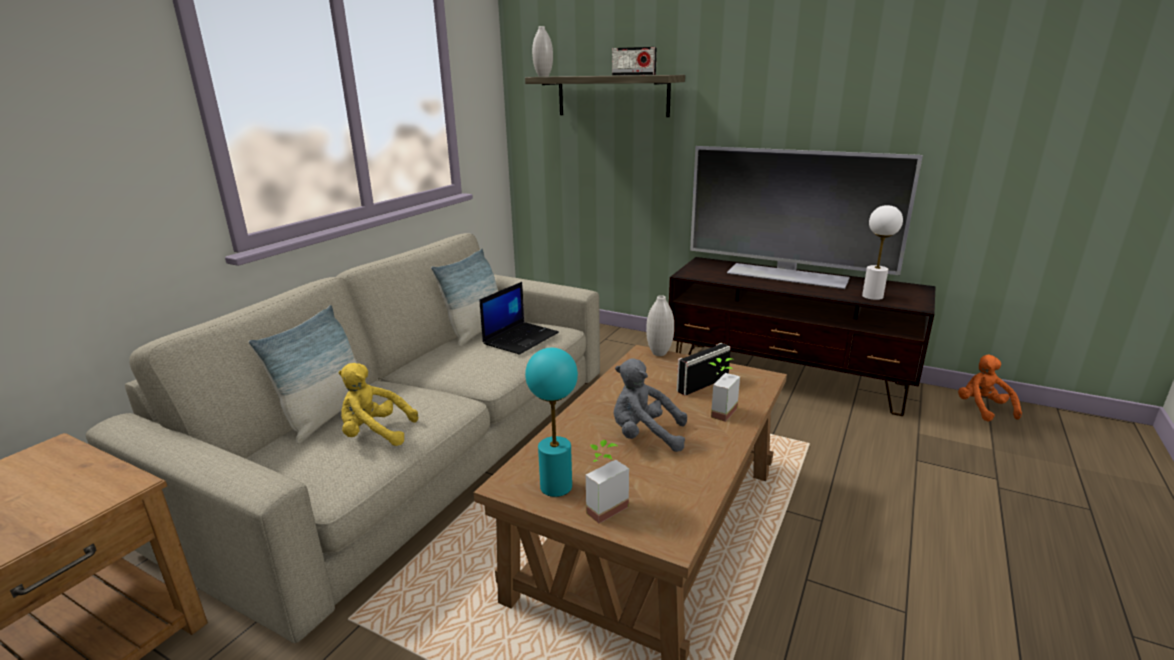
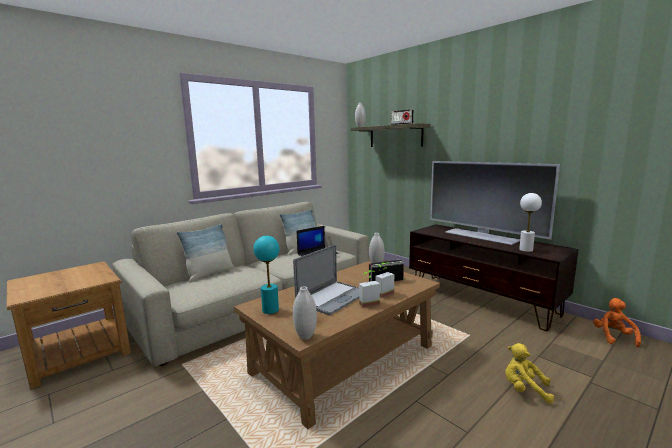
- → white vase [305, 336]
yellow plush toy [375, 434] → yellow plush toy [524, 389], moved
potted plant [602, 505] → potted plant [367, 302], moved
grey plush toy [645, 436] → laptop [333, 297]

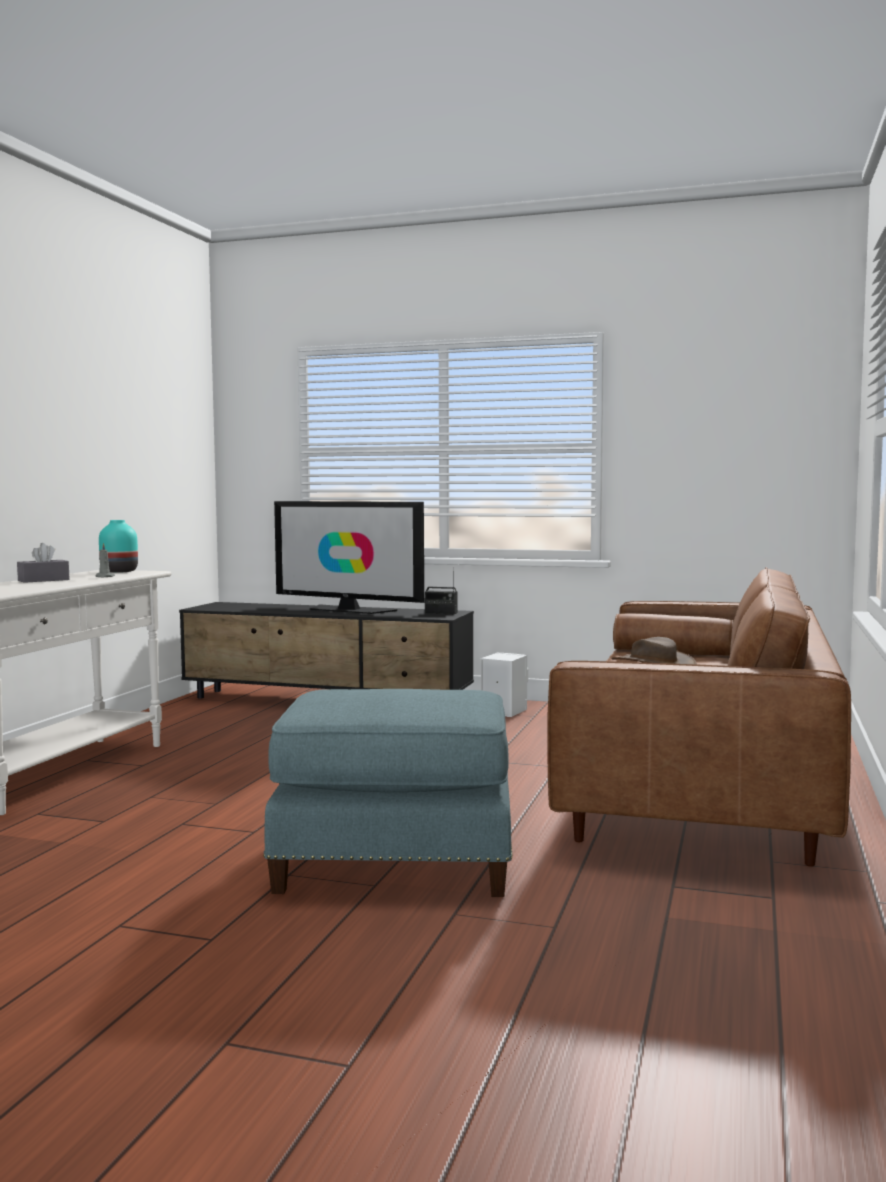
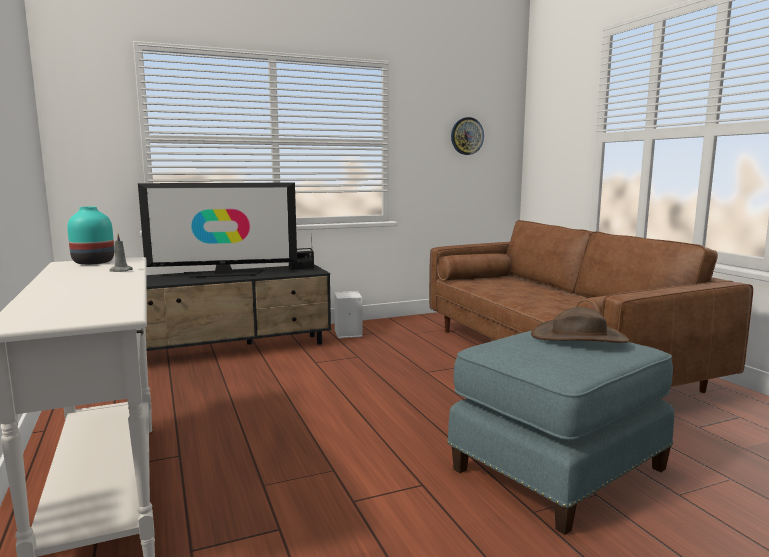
grey tissue box [43, 580] → -
- → wall clock [467, 136]
brown hat [653, 664] → brown hat [579, 337], moved

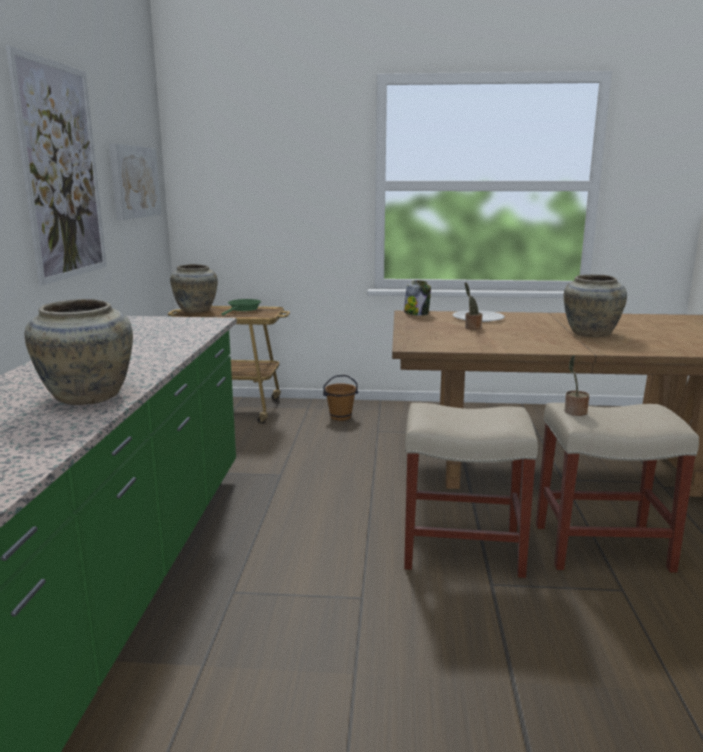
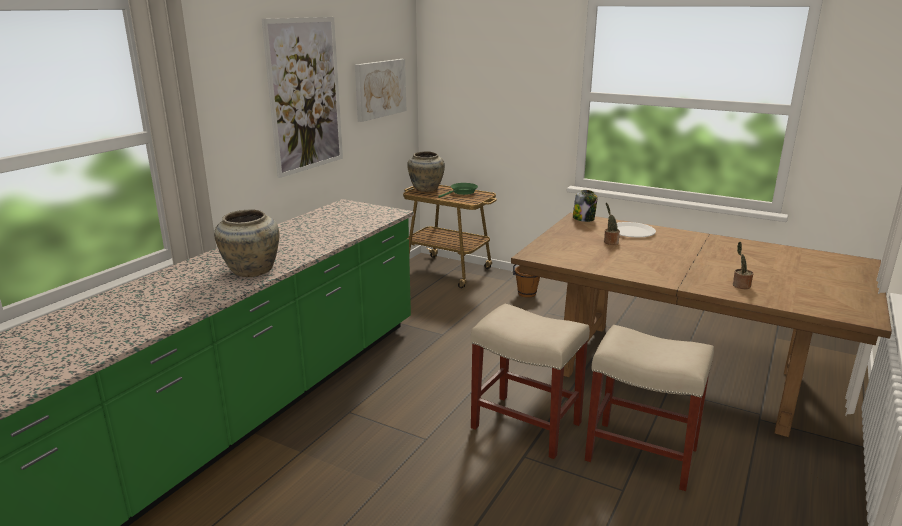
beige vase [589, 333] → -
potted plant [574, 412] → potted plant [740, 285], moved

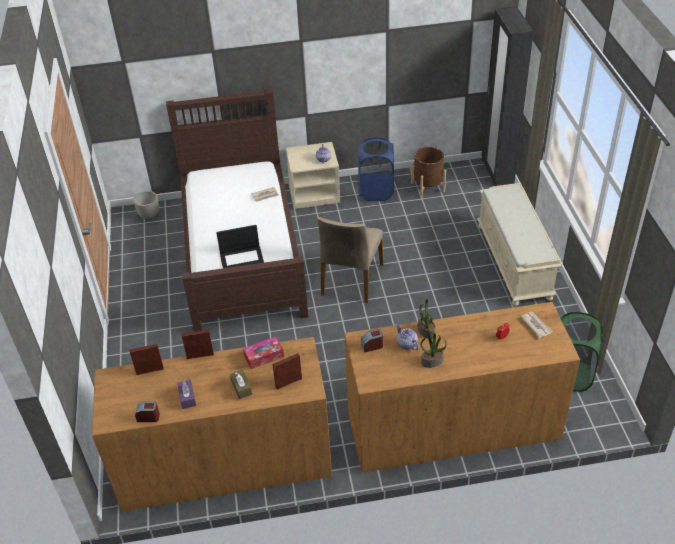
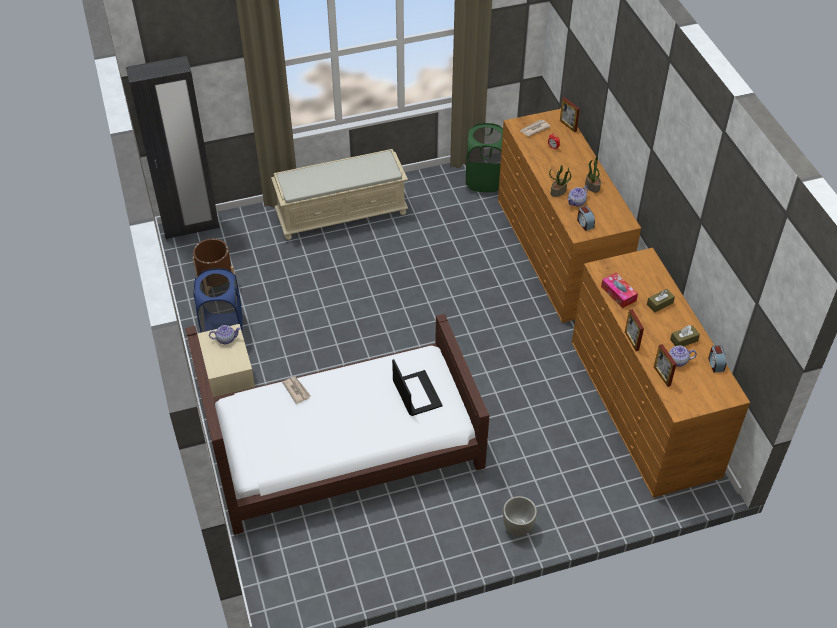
beige chair [351, 279] → -
- → teapot [677, 361]
grey planter [149, 215] → grey planter [518, 526], moved
picture frame [288, 383] → picture frame [568, 126], moved
purple tissue box [187, 397] → brown tissue box [684, 340]

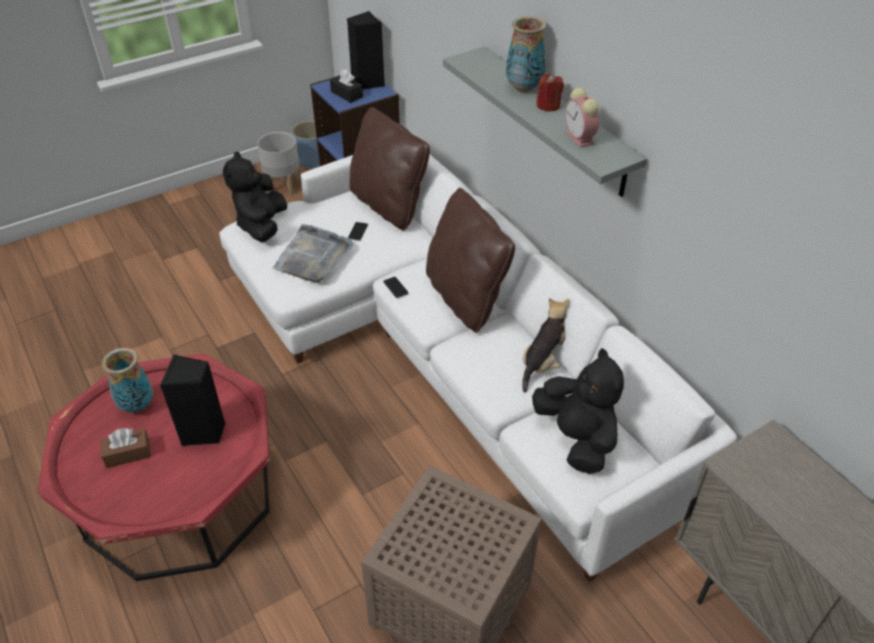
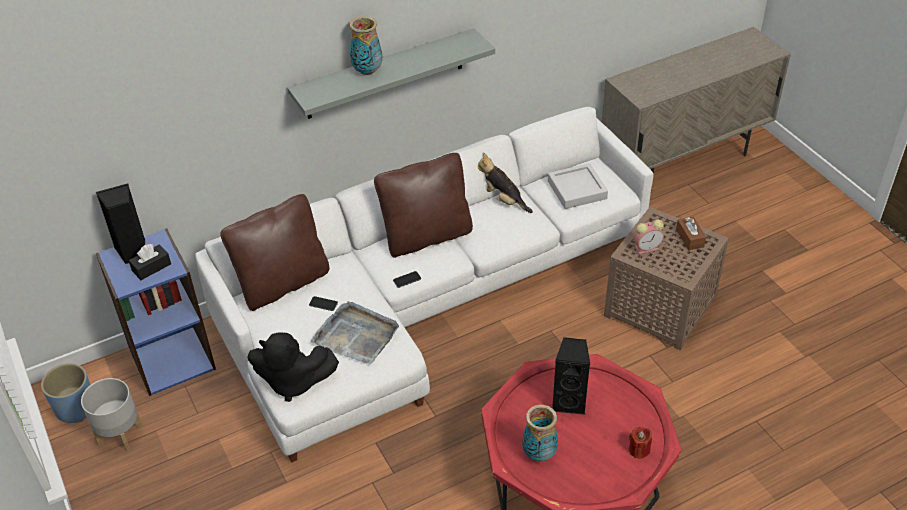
brown tissue box [128, 454] → brown tissue box [690, 238], moved
red candle [548, 106] → red candle [639, 450], moved
alarm clock [580, 138] → alarm clock [647, 248], moved
black plush toy [576, 438] → grey tray [577, 190]

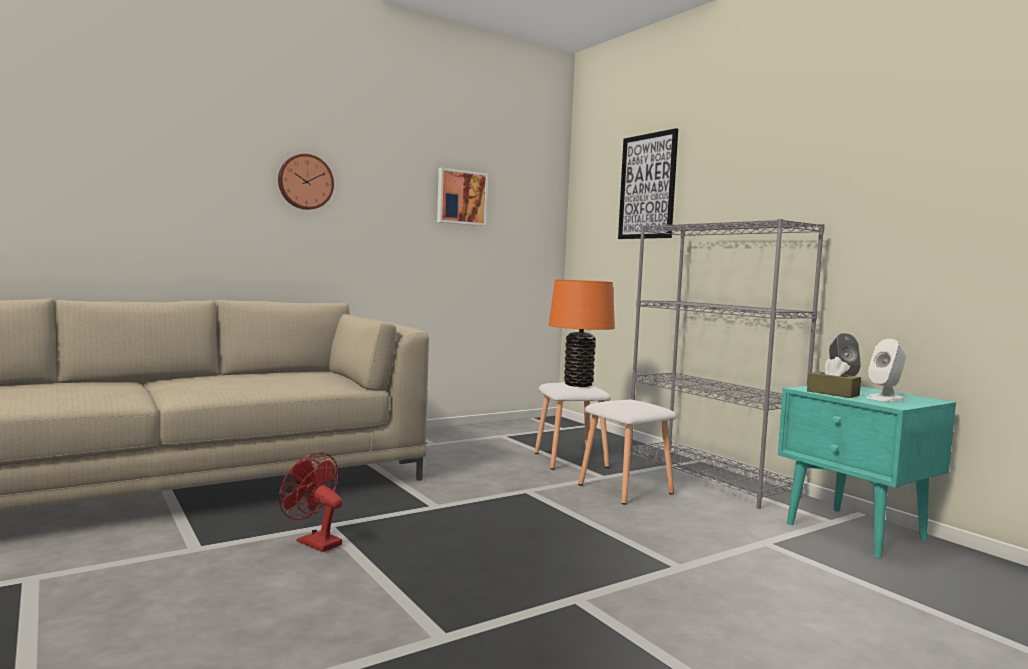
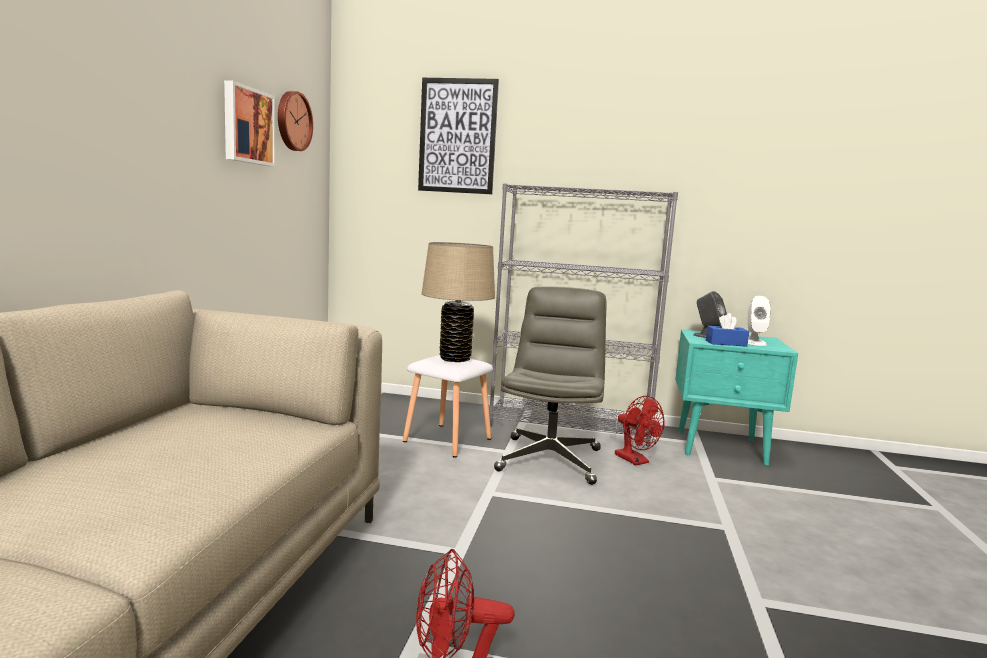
- → red fan [635, 461]
wall clock [305, 182] → wall clock [292, 121], moved
white stool [627, 489] → grey office chair [549, 459]
orange table lamp [578, 384] → beige table lamp [455, 359]
brown tissue box [832, 393] → blue tissue box [726, 343]

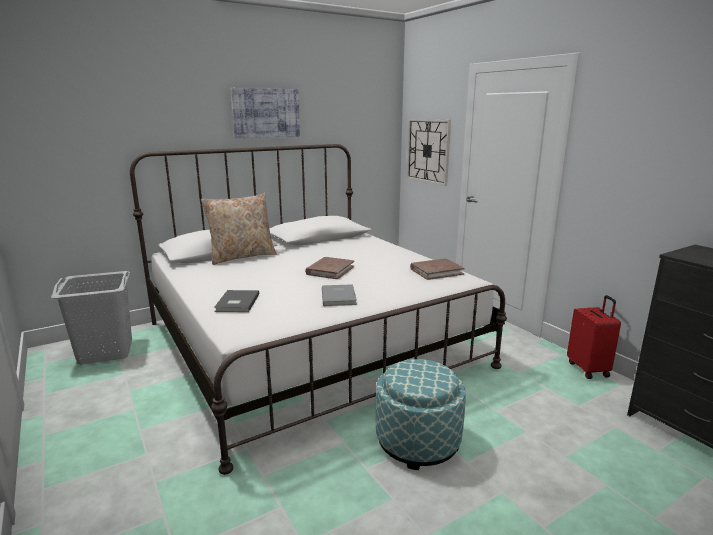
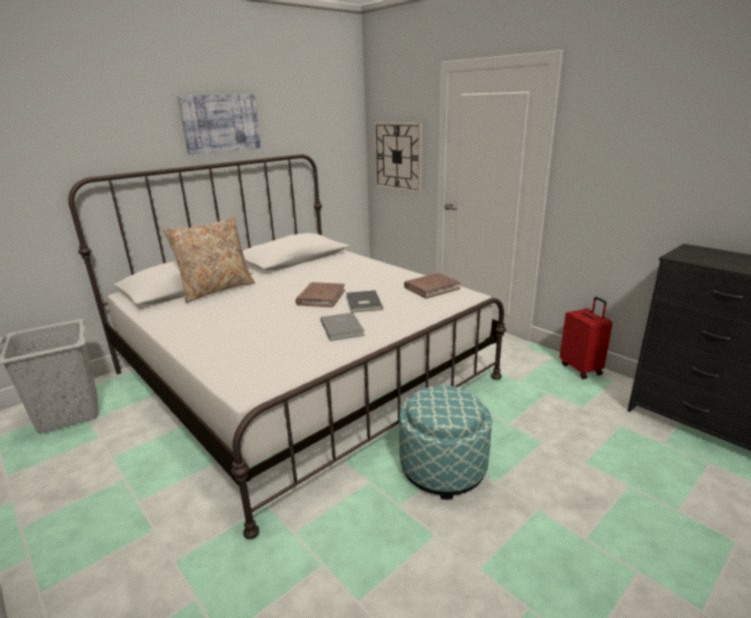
grey book [236, 303] → grey book [362, 303], moved

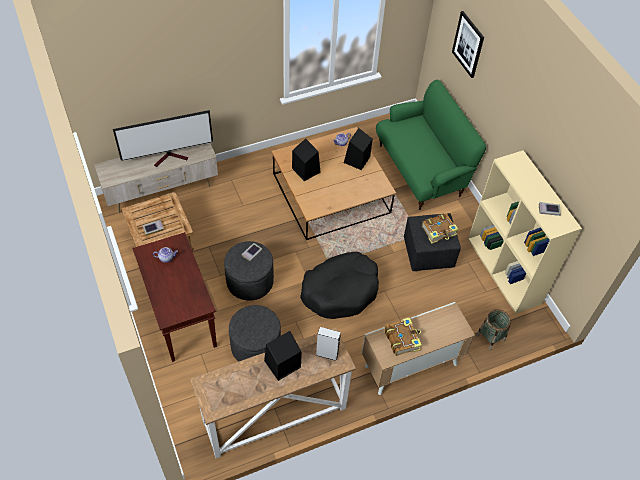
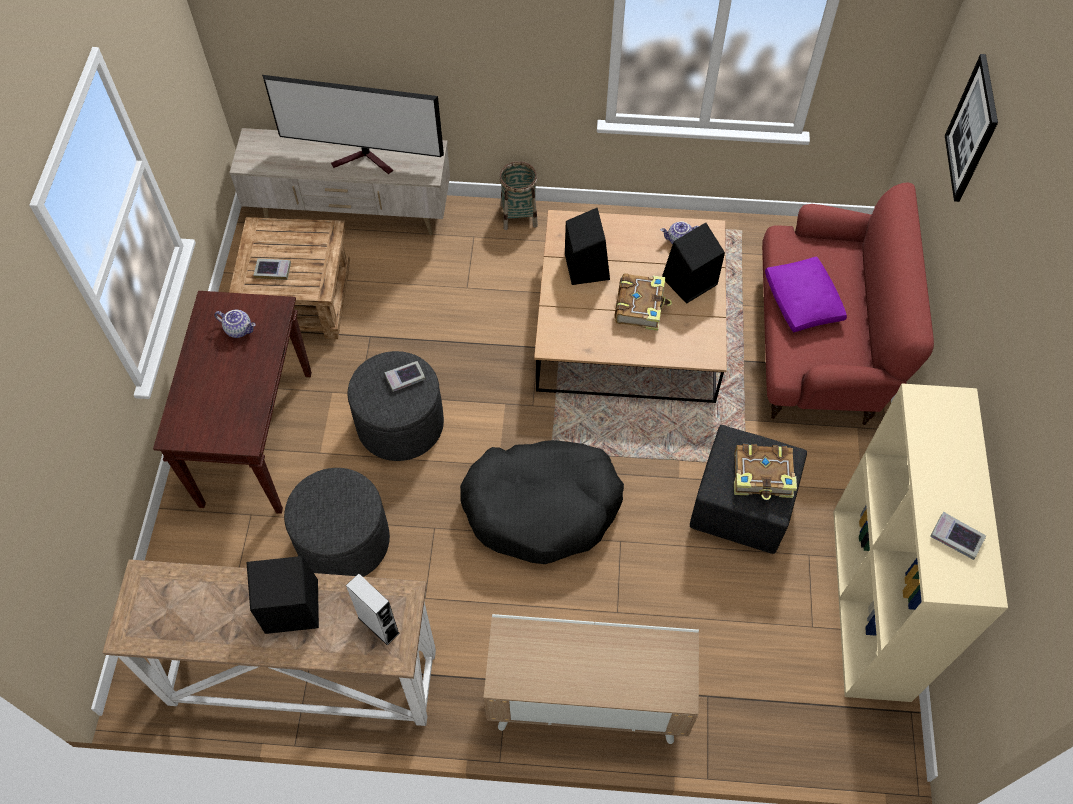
- → purple pillow [803, 302]
book [402, 339] → book [640, 306], moved
basket [490, 337] → basket [519, 215], moved
green sofa [421, 170] → red sofa [819, 345]

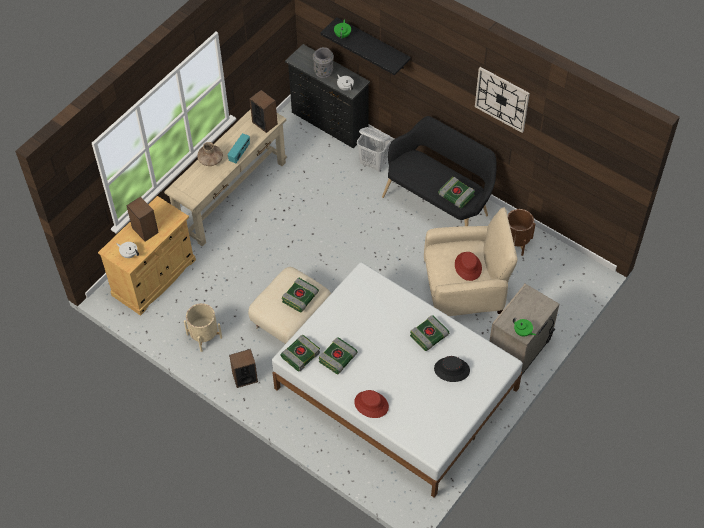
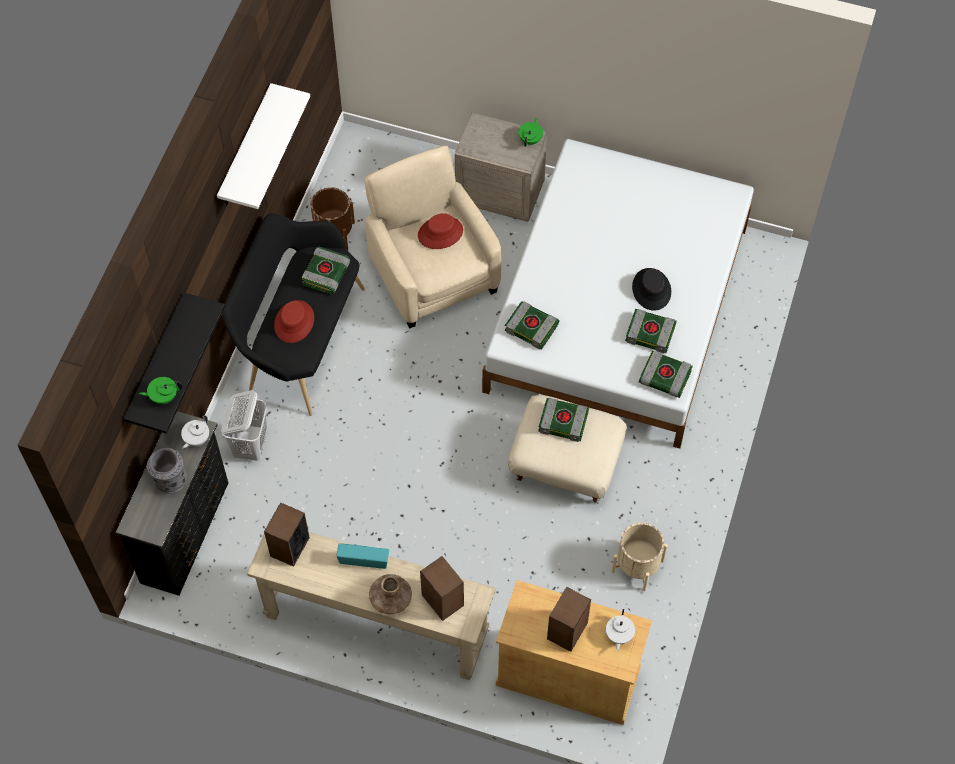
speaker [245, 377] → speaker [442, 600], moved
red hat [371, 404] → red hat [294, 322], moved
book [429, 336] → book [532, 328], moved
black hat [451, 370] → black hat [651, 289], moved
wall clock [502, 99] → white shelf [246, 148]

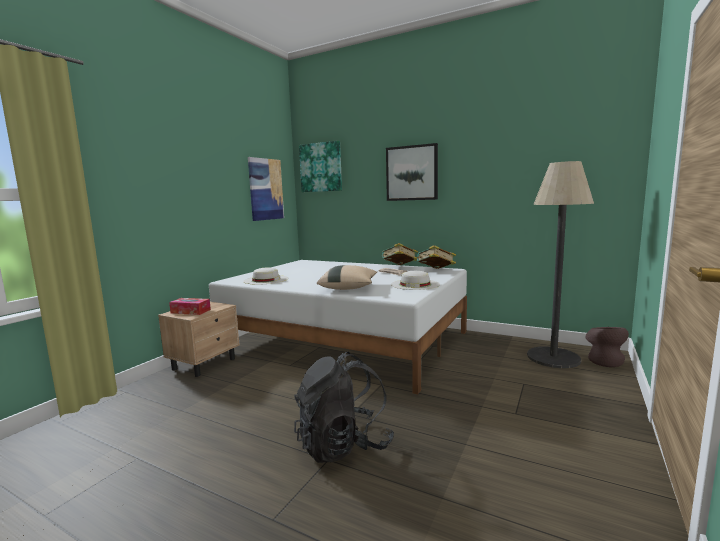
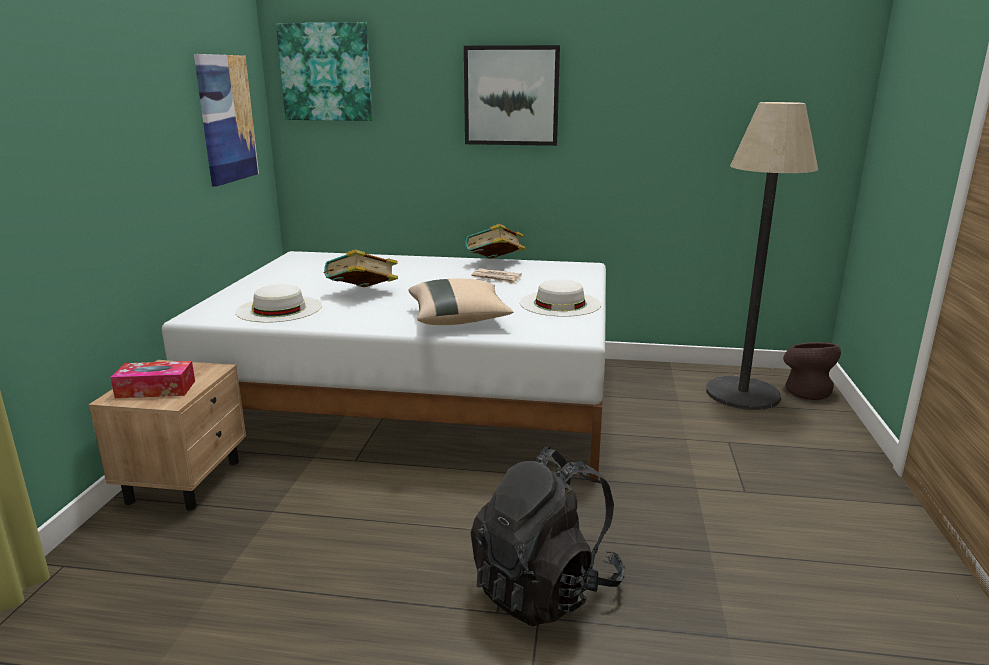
book [435, 271] → book [362, 294], moved

